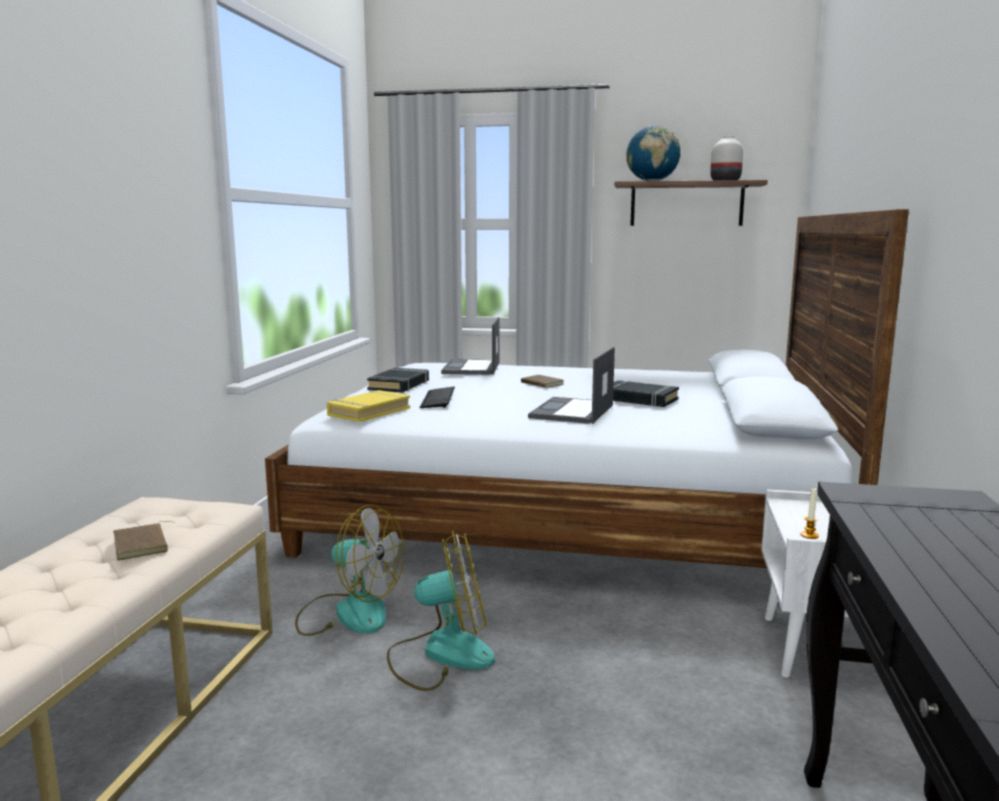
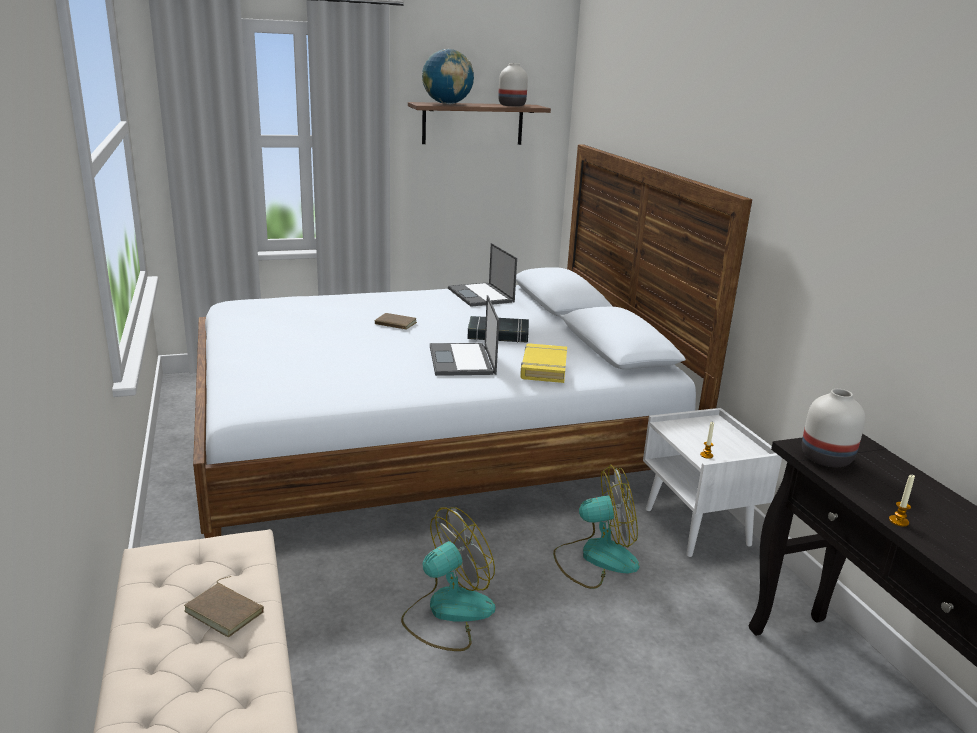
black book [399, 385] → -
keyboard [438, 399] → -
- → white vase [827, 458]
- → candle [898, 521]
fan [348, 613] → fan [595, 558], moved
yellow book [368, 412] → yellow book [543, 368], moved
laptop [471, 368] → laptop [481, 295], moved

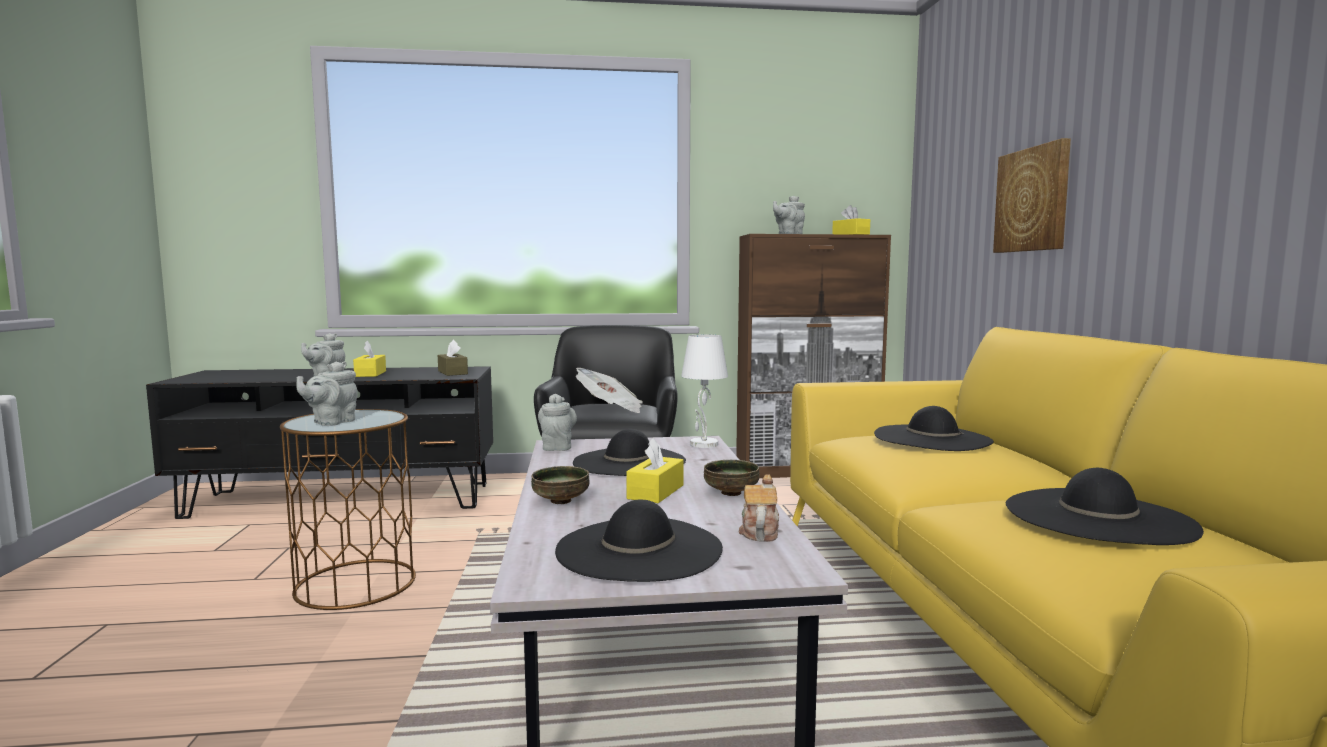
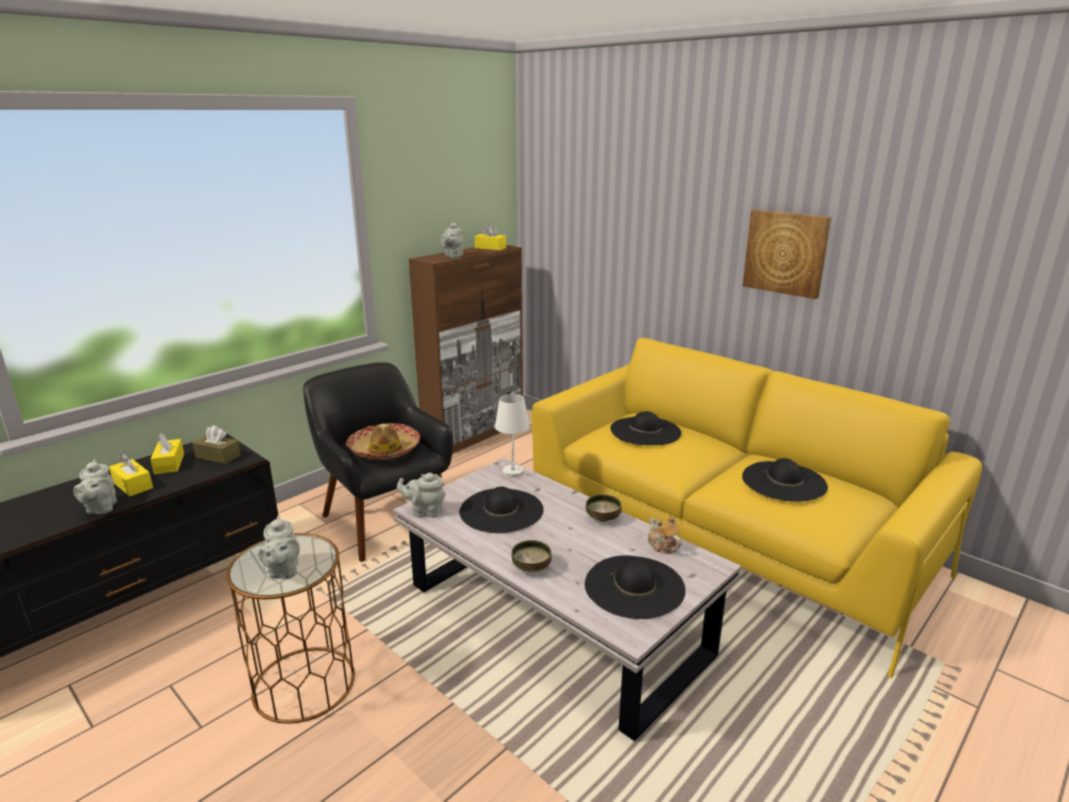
yellow tissue box [655, 492] → yellow tissue box [169, 463], moved
picture [1033, 200] → picture [786, 253], moved
newspaper [610, 409] → hat [384, 450]
grey teapot [557, 447] → grey teapot [425, 512], 45 degrees counterclockwise

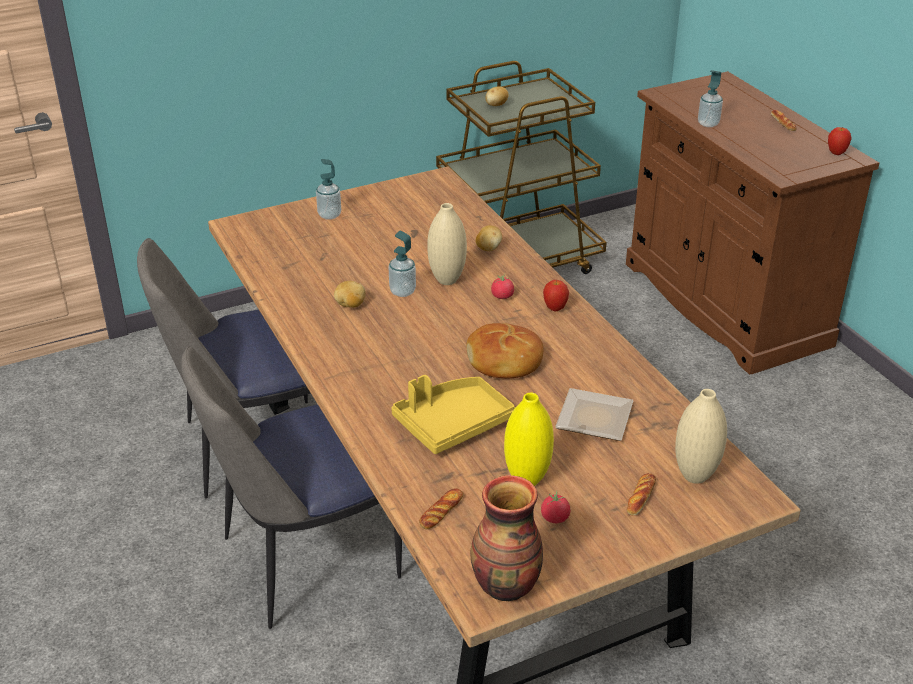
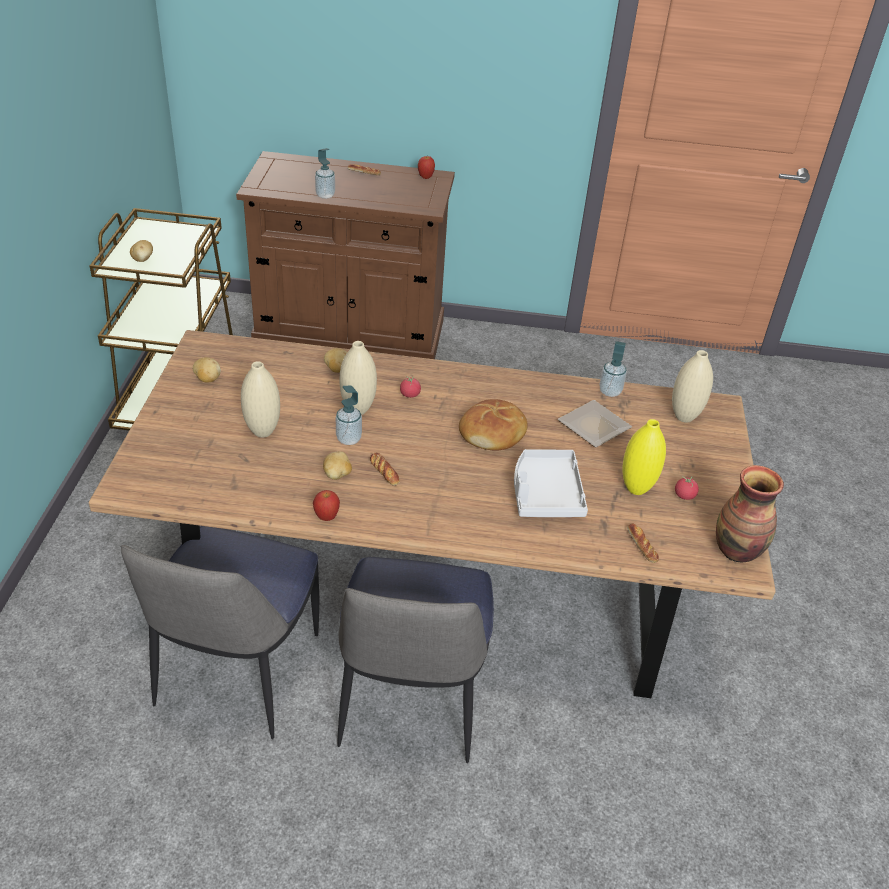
- → potato [207, 379]
- → beige vase [263, 431]
soap dispenser [329, 215] → soap dispenser [610, 391], moved
apple [555, 308] → apple [326, 517], moved
bread [641, 497] → bread [384, 471], moved
yellow tray [452, 423] → grey tray [545, 493]

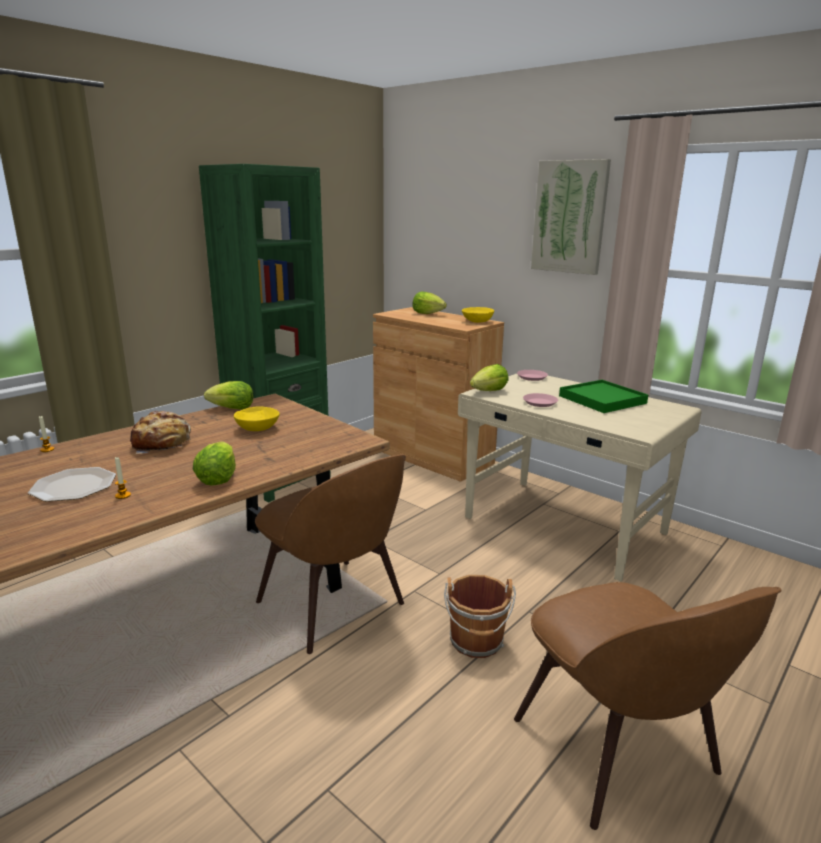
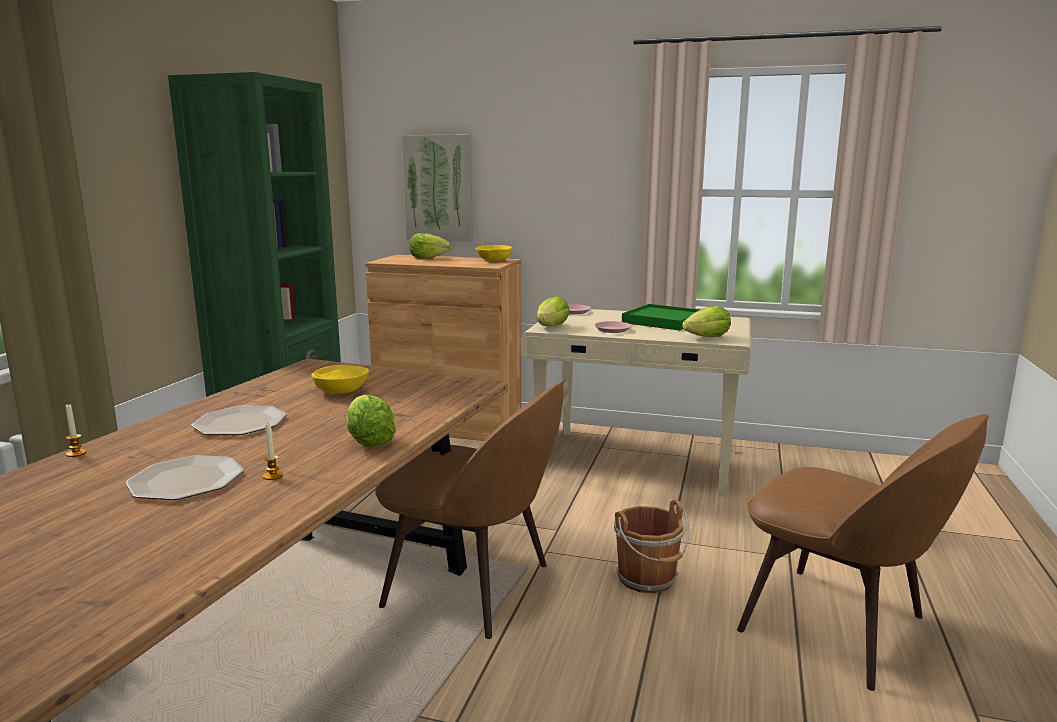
lettuce [232, 409] → lettuce [707, 337], moved
picture [570, 217] → picture [438, 188], moved
bread [162, 444] → plate [240, 422]

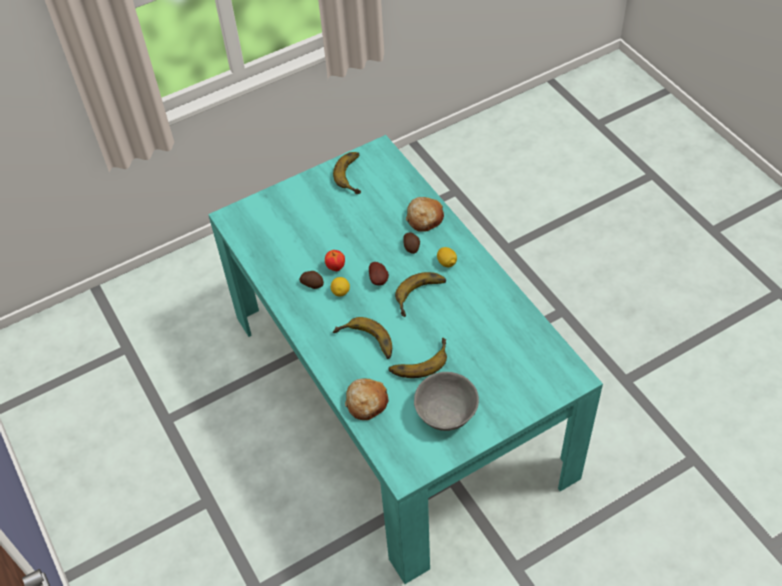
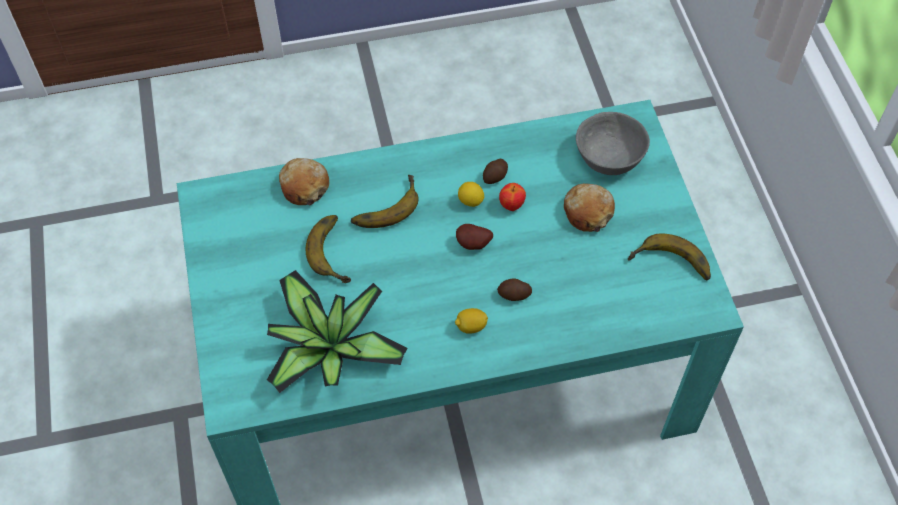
banana [422, 297] → -
- → potted plant [329, 350]
bread [424, 218] → bread [588, 212], moved
grey bowl [446, 413] → grey bowl [608, 157], moved

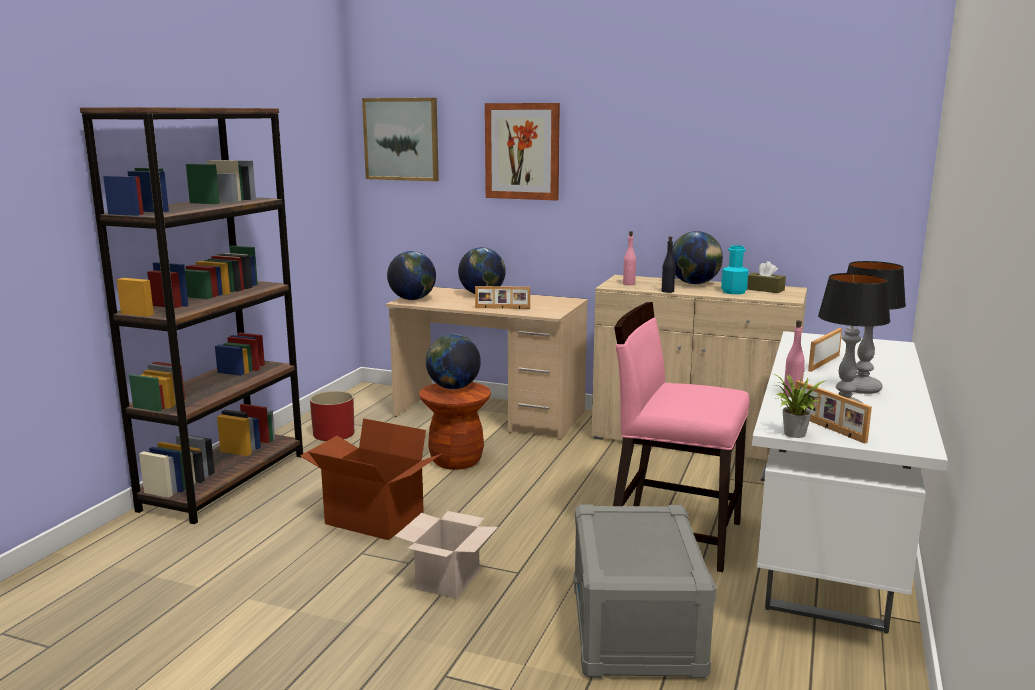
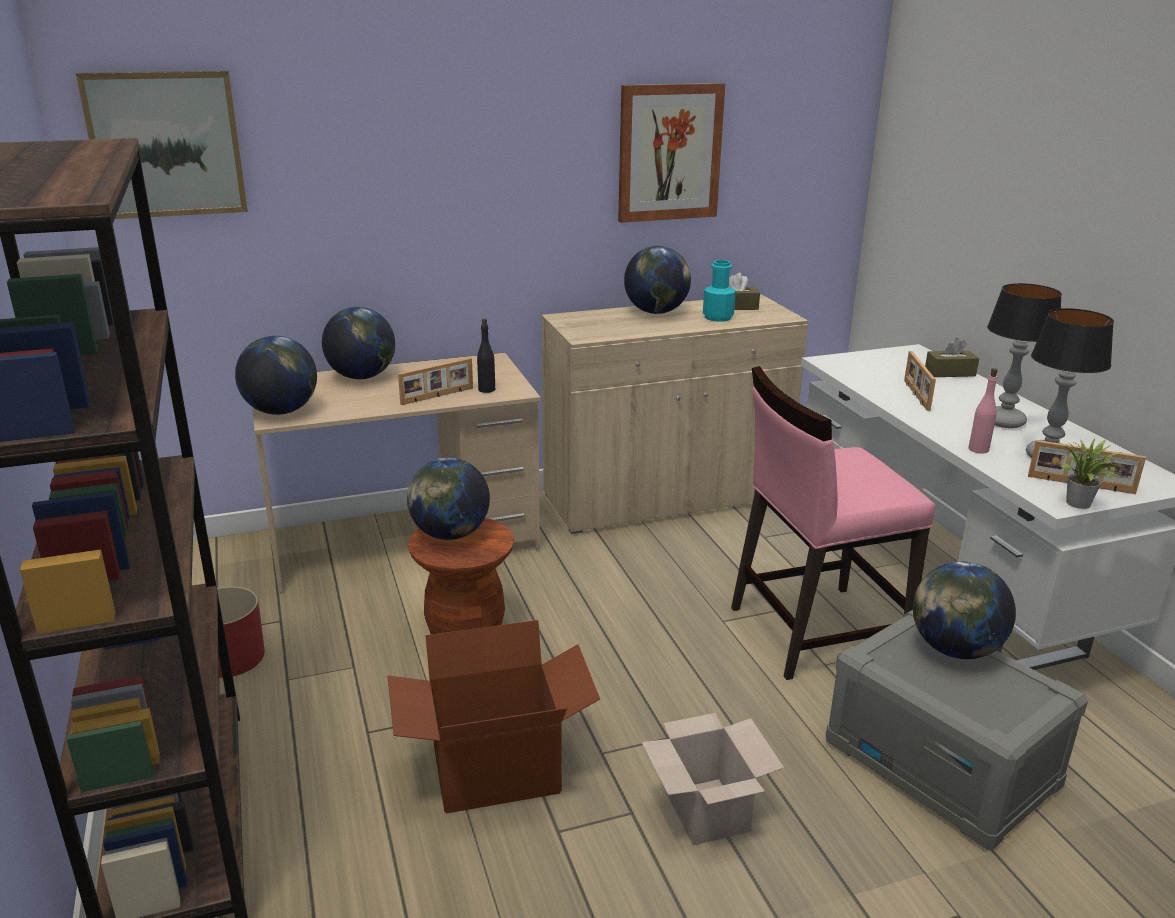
pink bottle [629, 284] → -
- → globe [954, 650]
- → brown tissue box [950, 372]
picture [522, 151] → picture [669, 152], moved
black bottle [667, 291] → black bottle [486, 389], moved

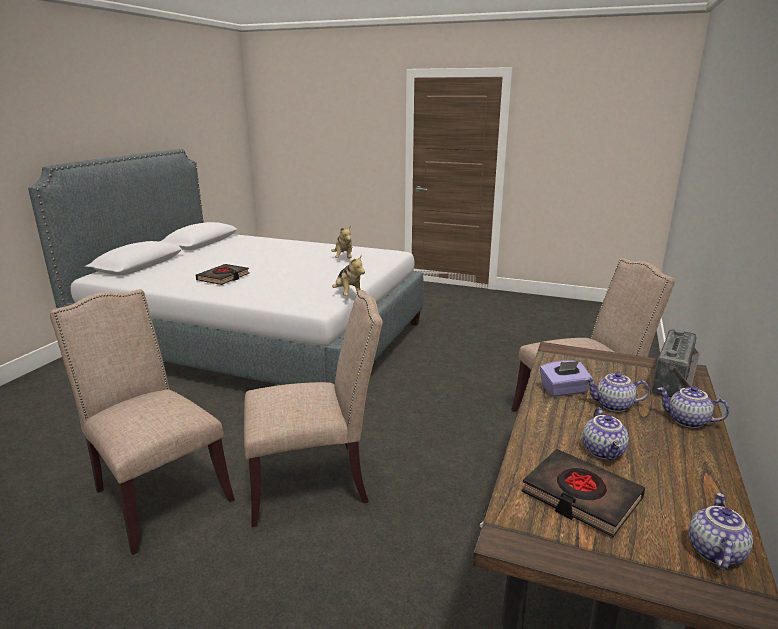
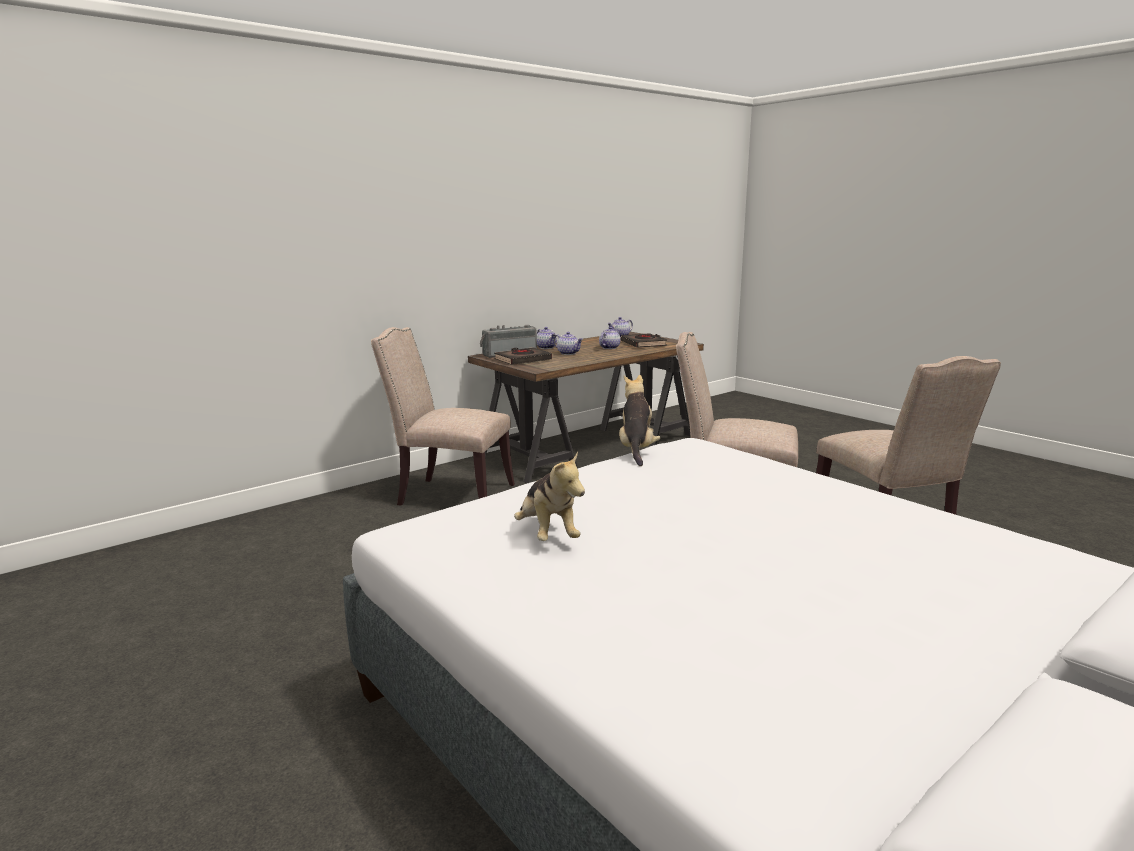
purple tissue box [564, 390] → -
black book [223, 277] → black book [522, 360], moved
plush toy [343, 258] → plush toy [547, 534], 135 degrees clockwise

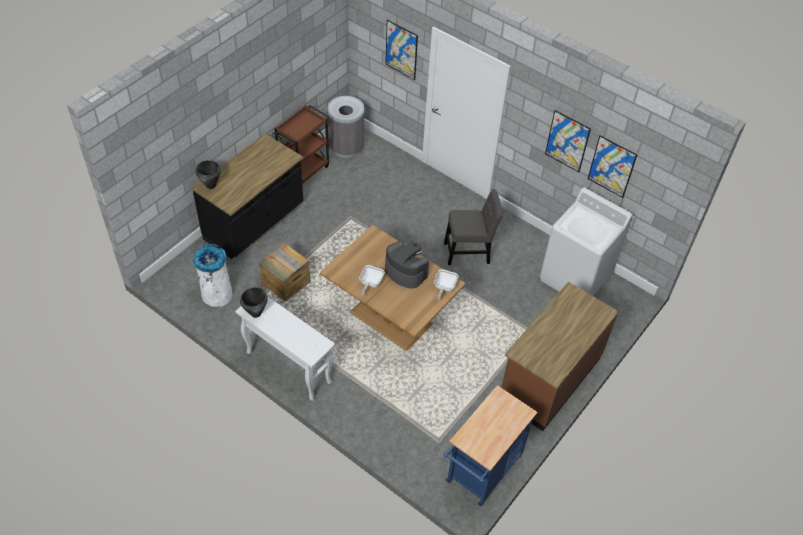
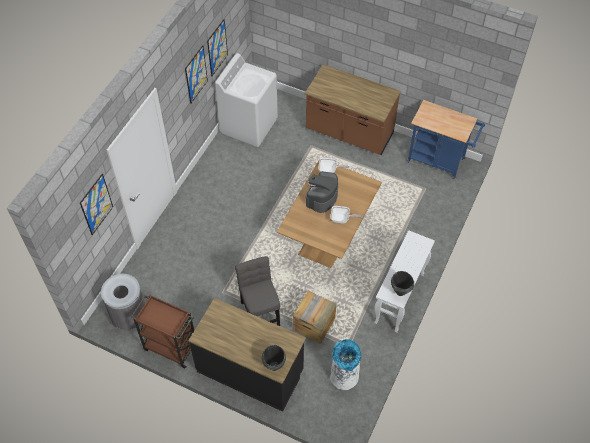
grey chair [469, 252] → grey chair [260, 311], moved

